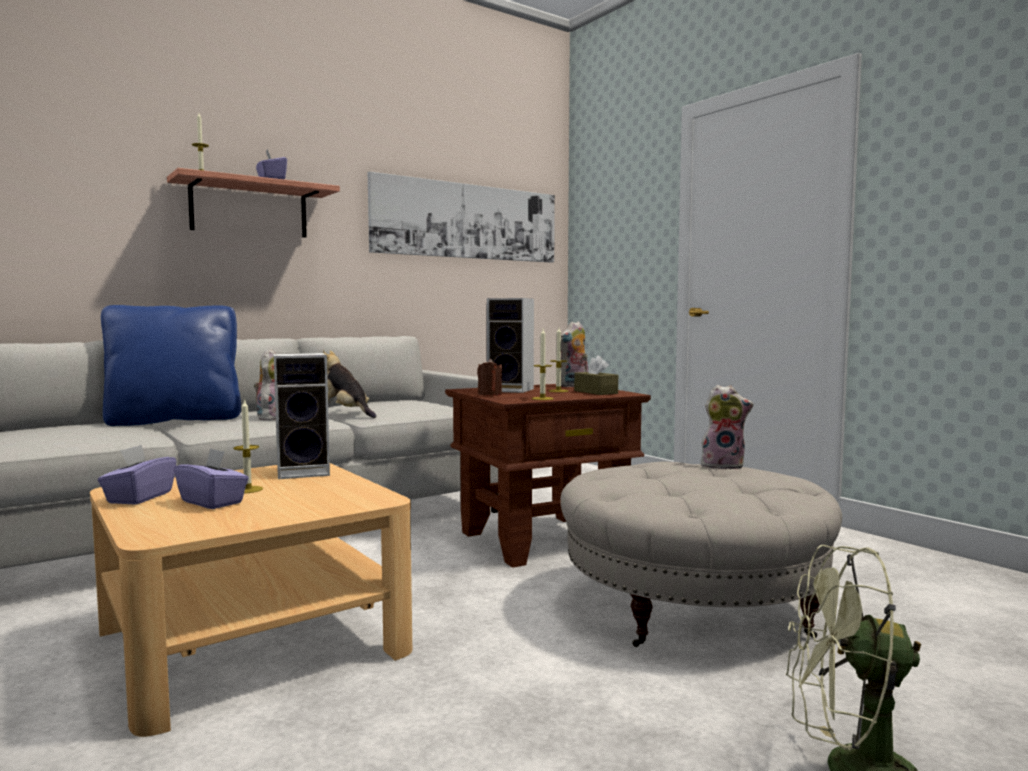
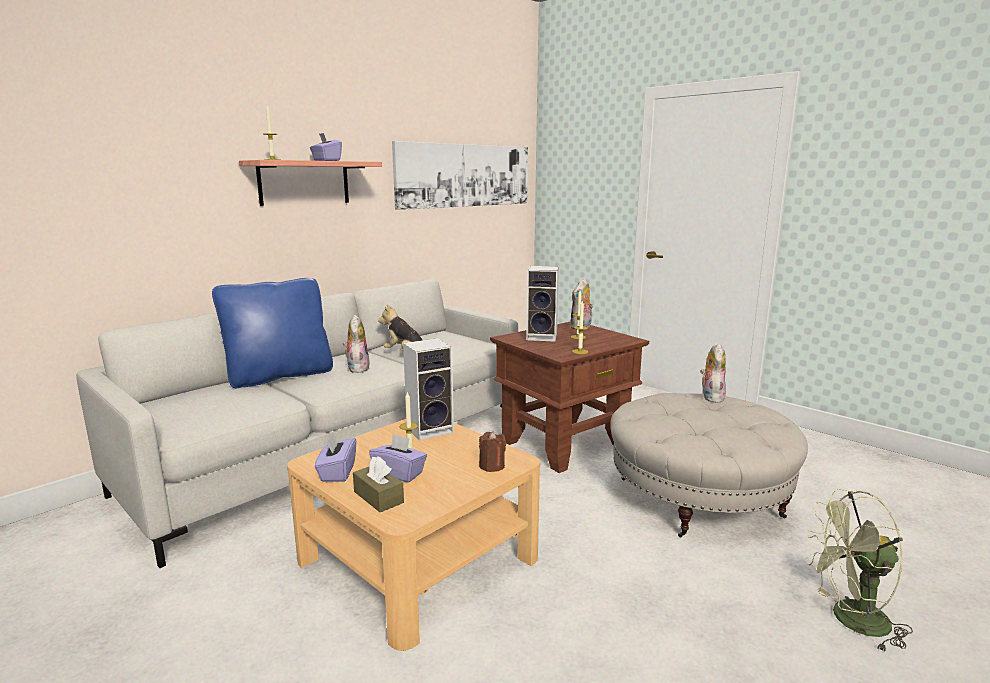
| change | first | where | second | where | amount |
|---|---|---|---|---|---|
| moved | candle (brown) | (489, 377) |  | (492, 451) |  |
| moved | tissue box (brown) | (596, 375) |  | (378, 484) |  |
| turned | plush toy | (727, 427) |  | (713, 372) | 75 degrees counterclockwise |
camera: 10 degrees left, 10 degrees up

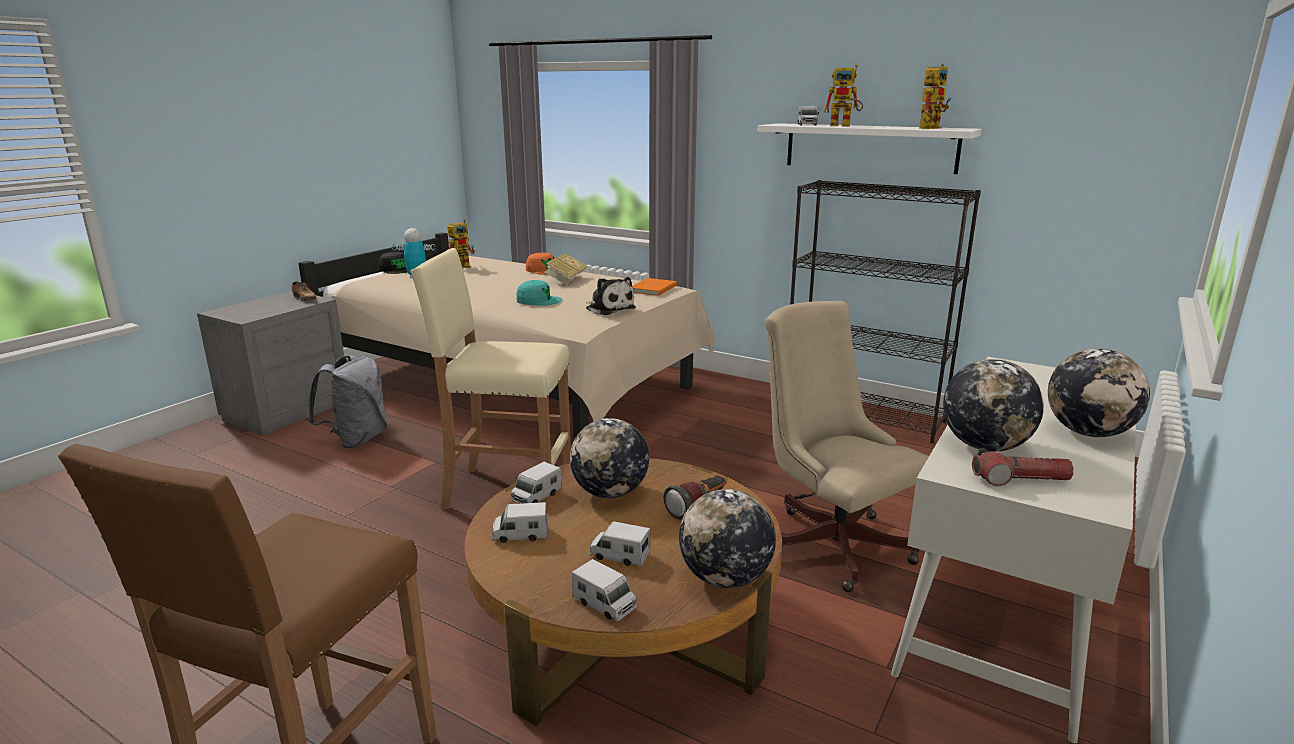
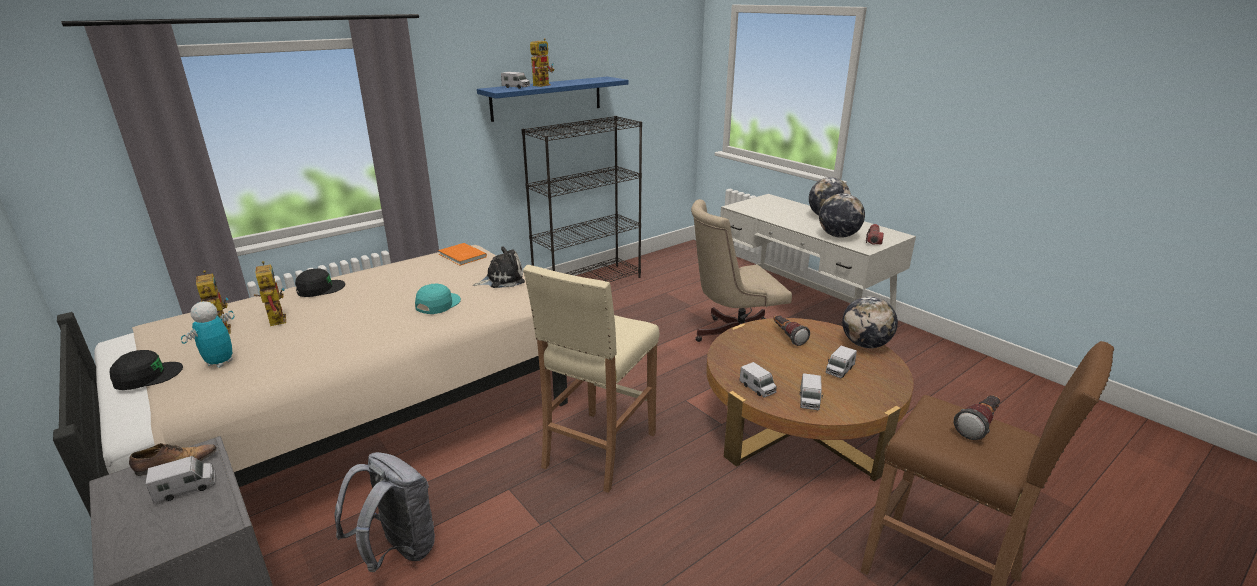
| change | first | where | second | where | amount |
|---|---|---|---|---|---|
| removed | book | (566, 269) |  |  |  |
| removed | globe | (609, 458) |  |  |  |
| added |  |  | flashlight | (977, 417) |  |
| moved | toy truck | (604, 590) |  | (180, 480) |  |
| moved | toy robot | (935, 96) |  | (270, 293) |  |
| recoloured | cap (orange) | (540, 263) | cap (black) | (320, 283) |  |
| recoloured | shelf (white) | (870, 148) | shelf (blue) | (553, 99) |  |
camera: 70 degrees left, 5 degrees up

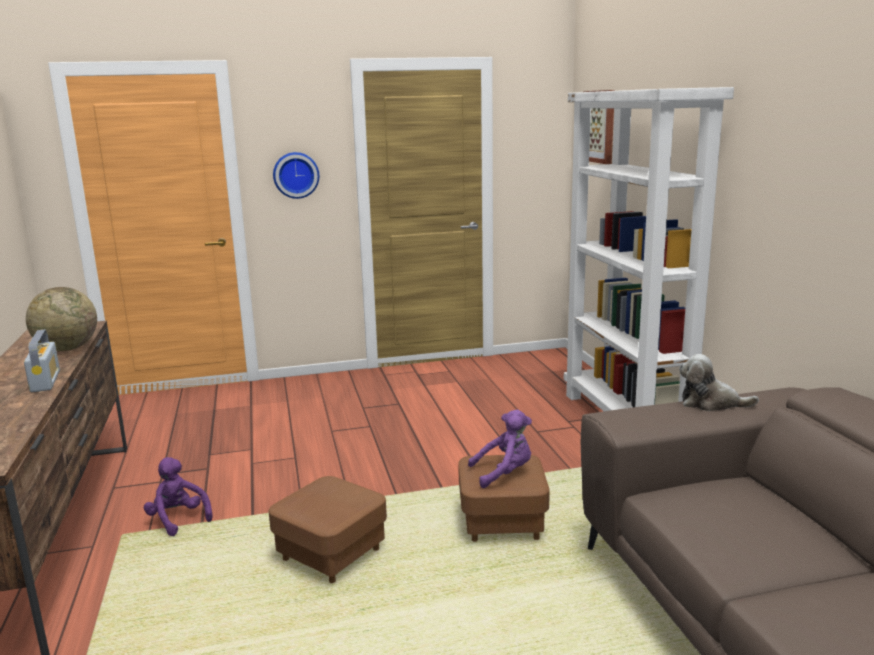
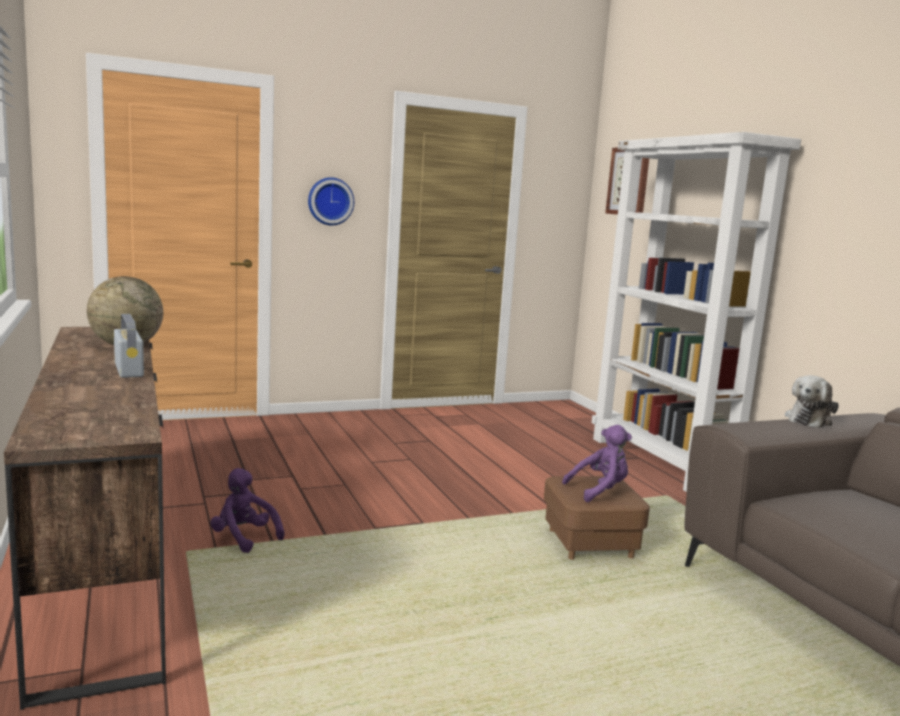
| change | first | where | second | where | amount |
|---|---|---|---|---|---|
| removed | ottoman (brown) | (328, 529) |  |  |  |
| turned | plush toy | (719, 382) |  | (812, 401) | 60 degrees counterclockwise |
camera: 10 degrees left, 5 degrees down

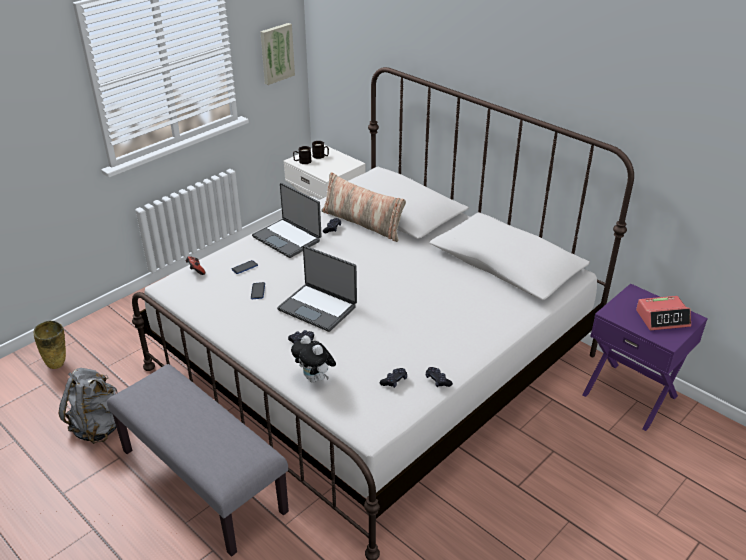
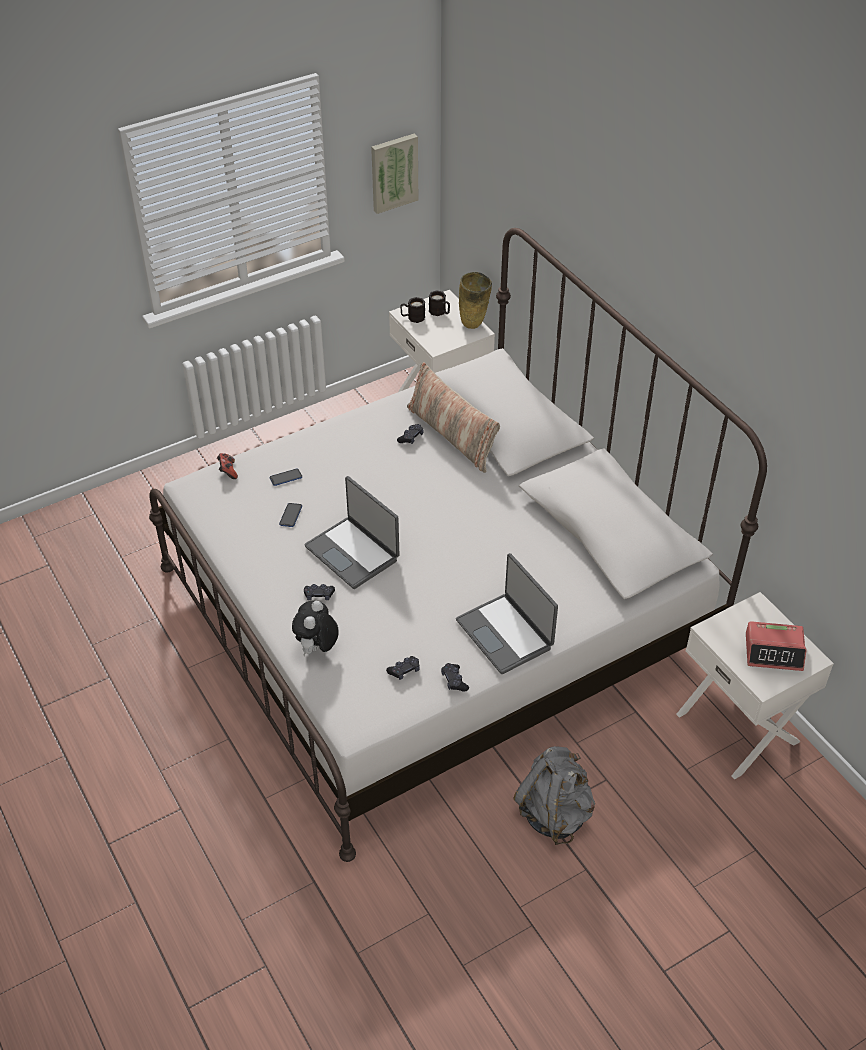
| change | first | where | second | where | amount |
|---|---|---|---|---|---|
| removed | bench (grey) | (198, 460) |  |  |  |
| moved | vase (beige) | (50, 345) |  | (475, 300) |  |
| moved | backpack (grey) | (88, 406) |  | (554, 795) |  |
| moved | laptop | (287, 220) |  | (507, 613) |  |
| recoloured | nightstand (purple) | (645, 357) | nightstand (white) | (755, 686) |  |
| turned | plush toy | (313, 359) |  | (315, 629) | 45 degrees clockwise |
camera: 15 degrees right, 10 degrees up

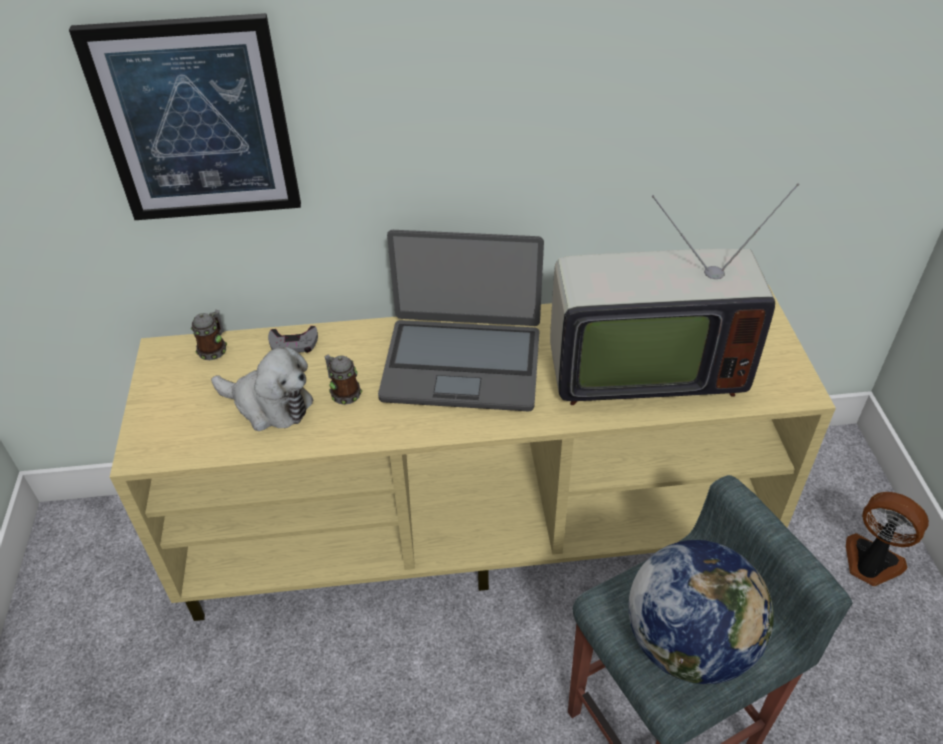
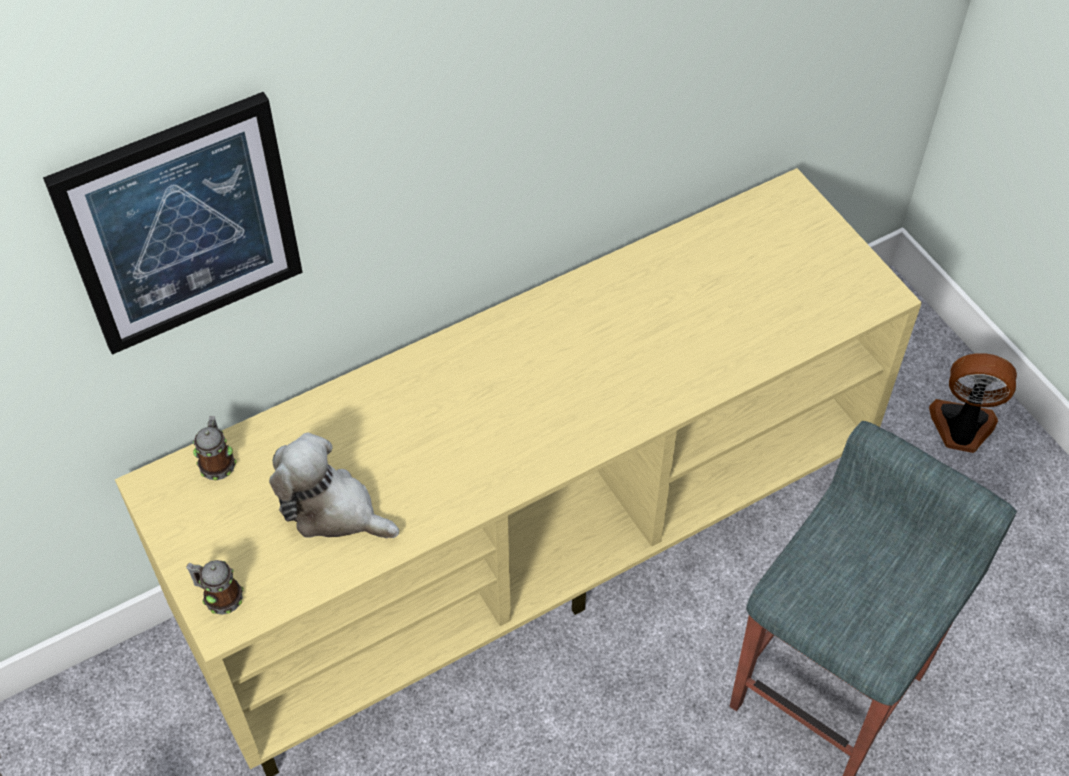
| change | first | where | second | where | amount |
|---|---|---|---|---|---|
| removed | game controller (grey) | (293, 339) |  |  |  |
| removed | laptop | (461, 320) |  |  |  |
| removed | television | (674, 294) |  |  |  |
| removed | globe | (701, 612) |  |  |  |
| moved | mug | (343, 380) |  | (215, 587) |  |
| turned | plush toy | (262, 389) |  | (334, 485) | 150 degrees counterclockwise |
camera: 25 degrees left, 10 degrees up

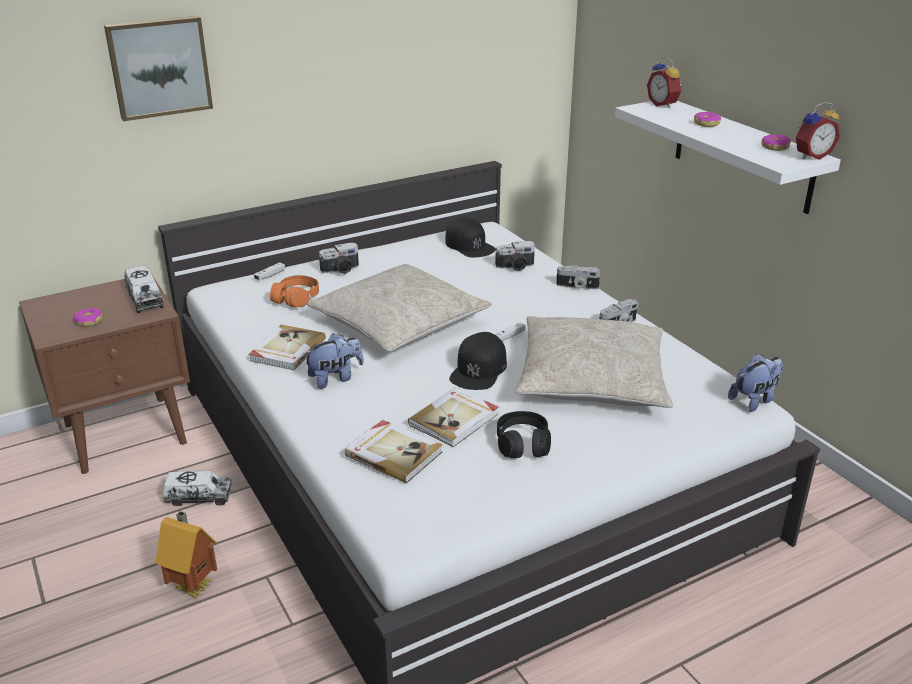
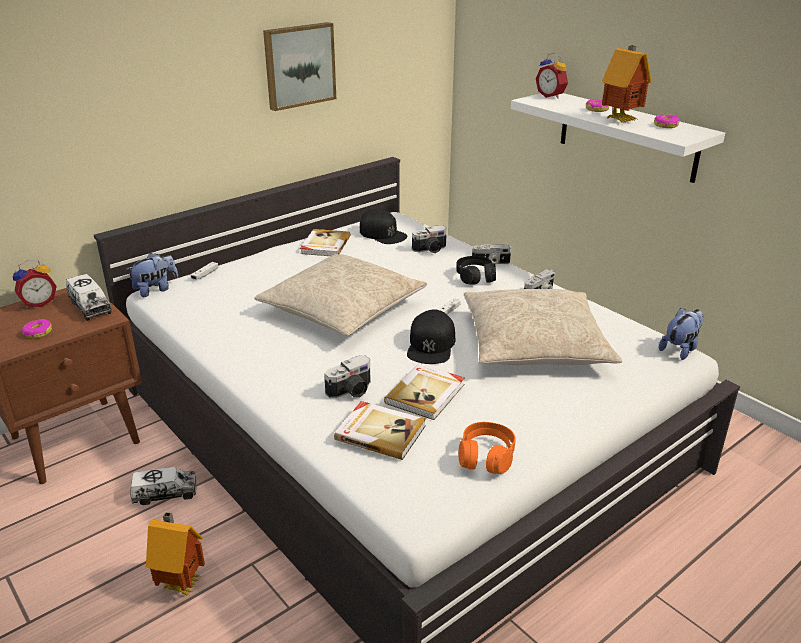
| change | first | where | second | where | amount |
|---|---|---|---|---|---|
| added |  |  | toy house | (627, 84) |  |
| moved | picture | (158, 68) |  | (299, 66) |  |
| moved | book | (287, 347) |  | (325, 242) |  |
| moved | headphones (orange) | (294, 291) |  | (487, 448) |  |
| moved | plush toy | (333, 361) |  | (152, 275) |  |
| moved | photo camera | (339, 258) |  | (347, 376) |  |
| moved | headphones (black) | (524, 434) |  | (476, 270) |  |
| moved | alarm clock | (818, 131) |  | (35, 284) |  |
camera: 10 degrees left, 0 degrees up

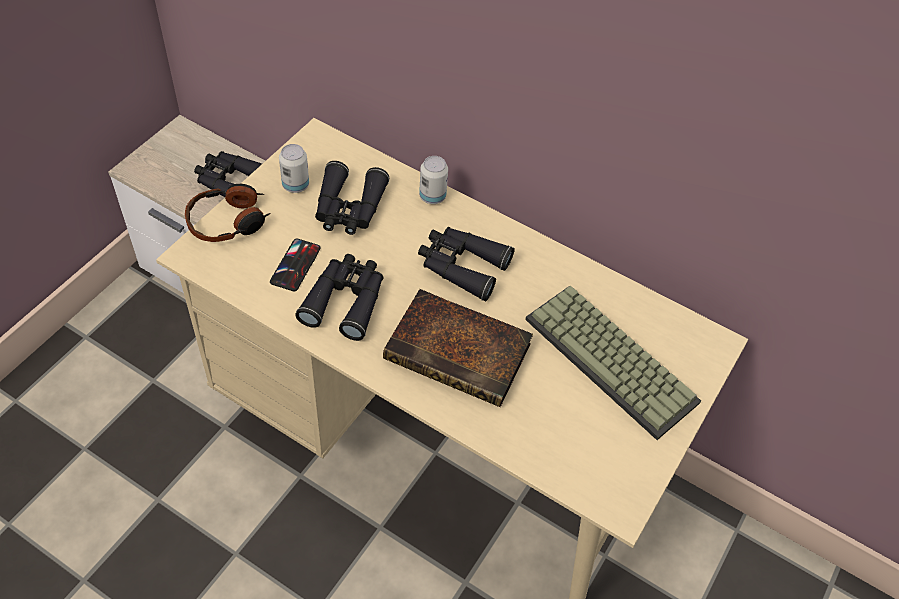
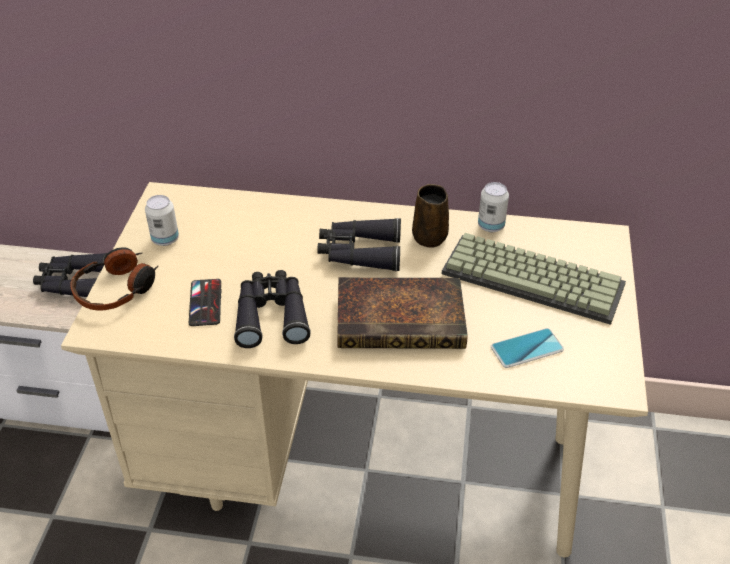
| change | first | where | second | where | amount |
|---|---|---|---|---|---|
| removed | binoculars (black) | (352, 198) |  |  |  |
| added |  |  | mug (brown) | (430, 216) |  |
| added |  |  | phone | (527, 348) |  |
| moved | can | (433, 180) |  | (493, 207) |  |
camera: 20 degrees left, 10 degrees down

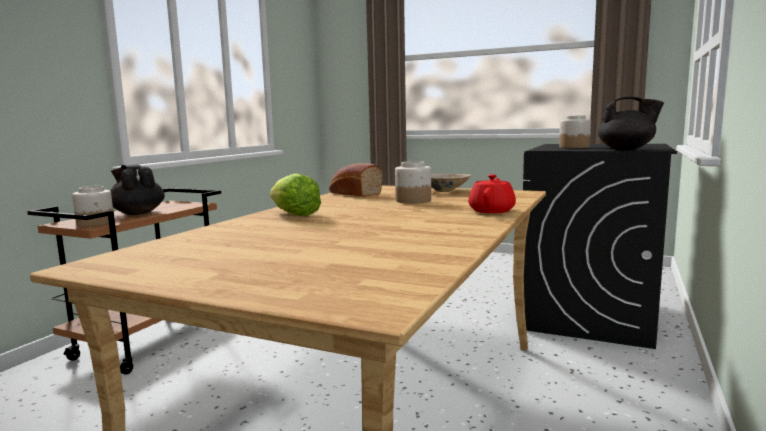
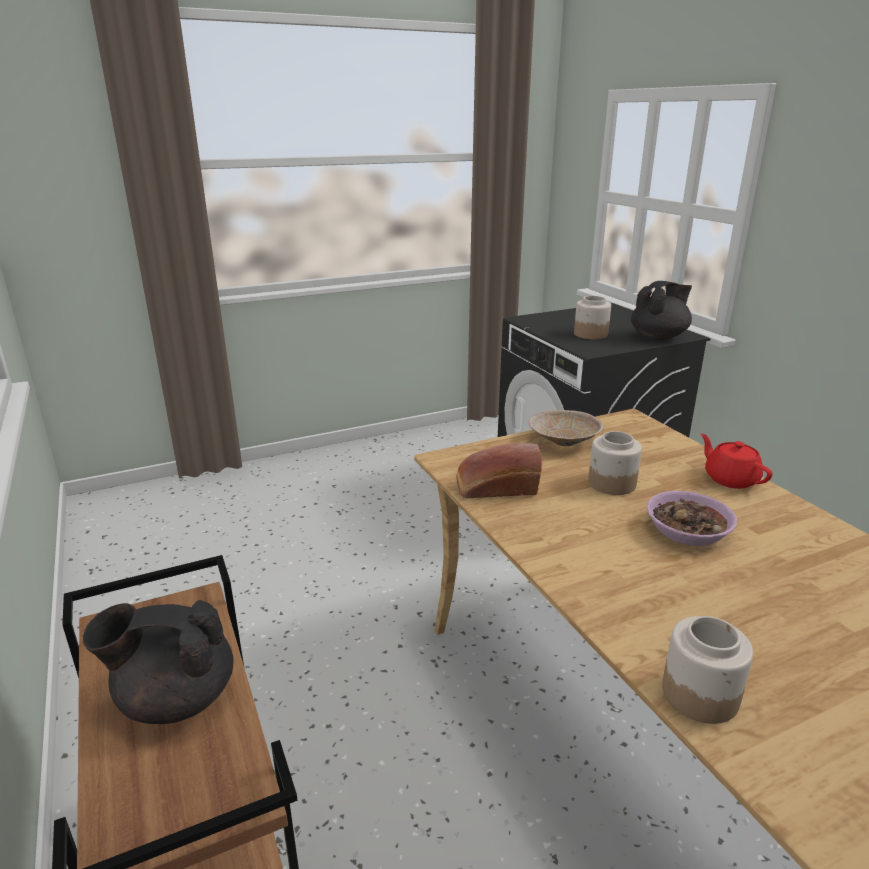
| change | first | where | second | where | amount |
|---|---|---|---|---|---|
| removed | lettuce | (295, 194) |  |  |  |
| added |  |  | bowl | (692, 518) |  |
| moved | jar | (92, 206) |  | (707, 670) |  |
camera: 50 degrees left, 15 degrees up

